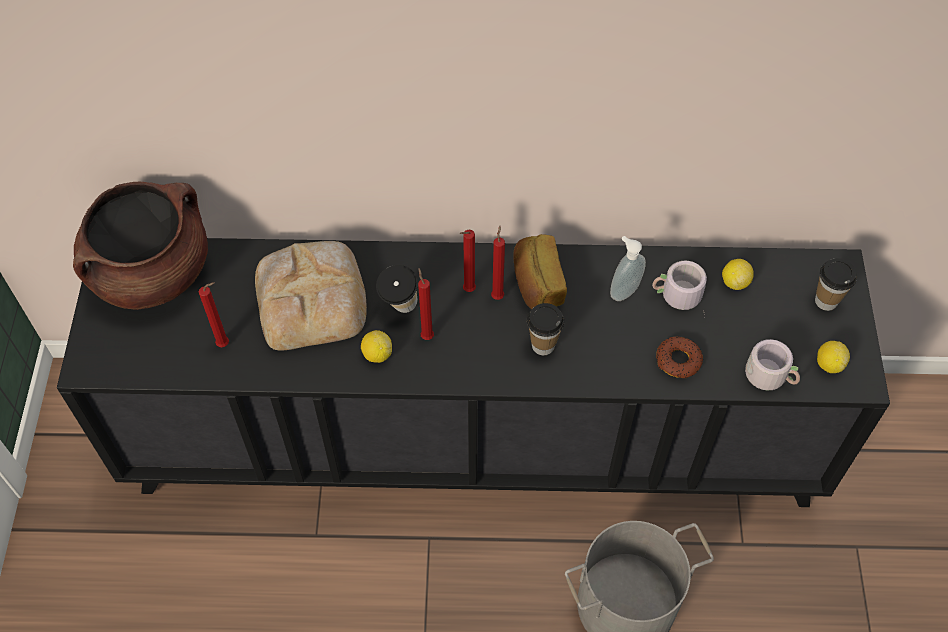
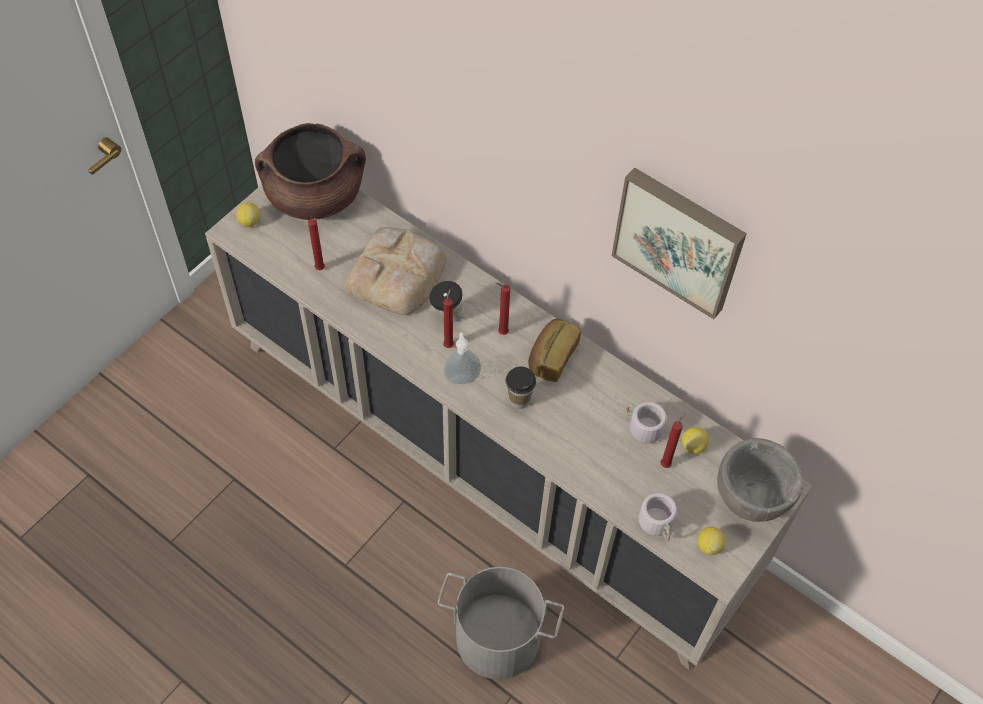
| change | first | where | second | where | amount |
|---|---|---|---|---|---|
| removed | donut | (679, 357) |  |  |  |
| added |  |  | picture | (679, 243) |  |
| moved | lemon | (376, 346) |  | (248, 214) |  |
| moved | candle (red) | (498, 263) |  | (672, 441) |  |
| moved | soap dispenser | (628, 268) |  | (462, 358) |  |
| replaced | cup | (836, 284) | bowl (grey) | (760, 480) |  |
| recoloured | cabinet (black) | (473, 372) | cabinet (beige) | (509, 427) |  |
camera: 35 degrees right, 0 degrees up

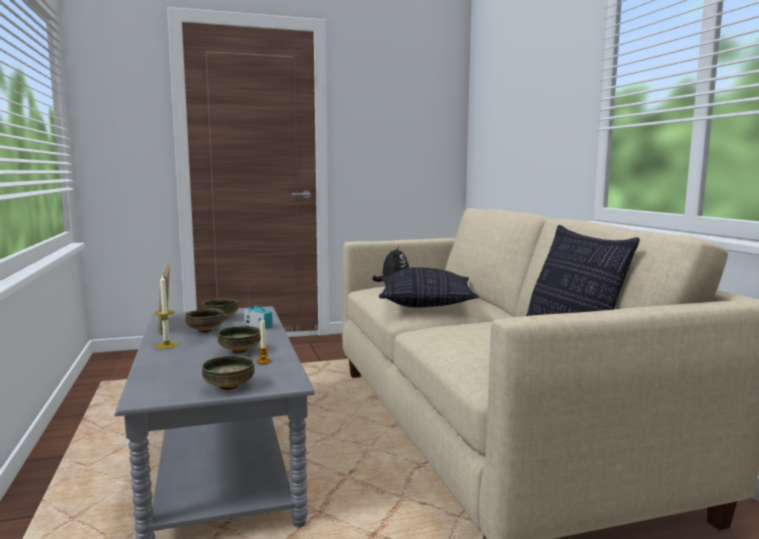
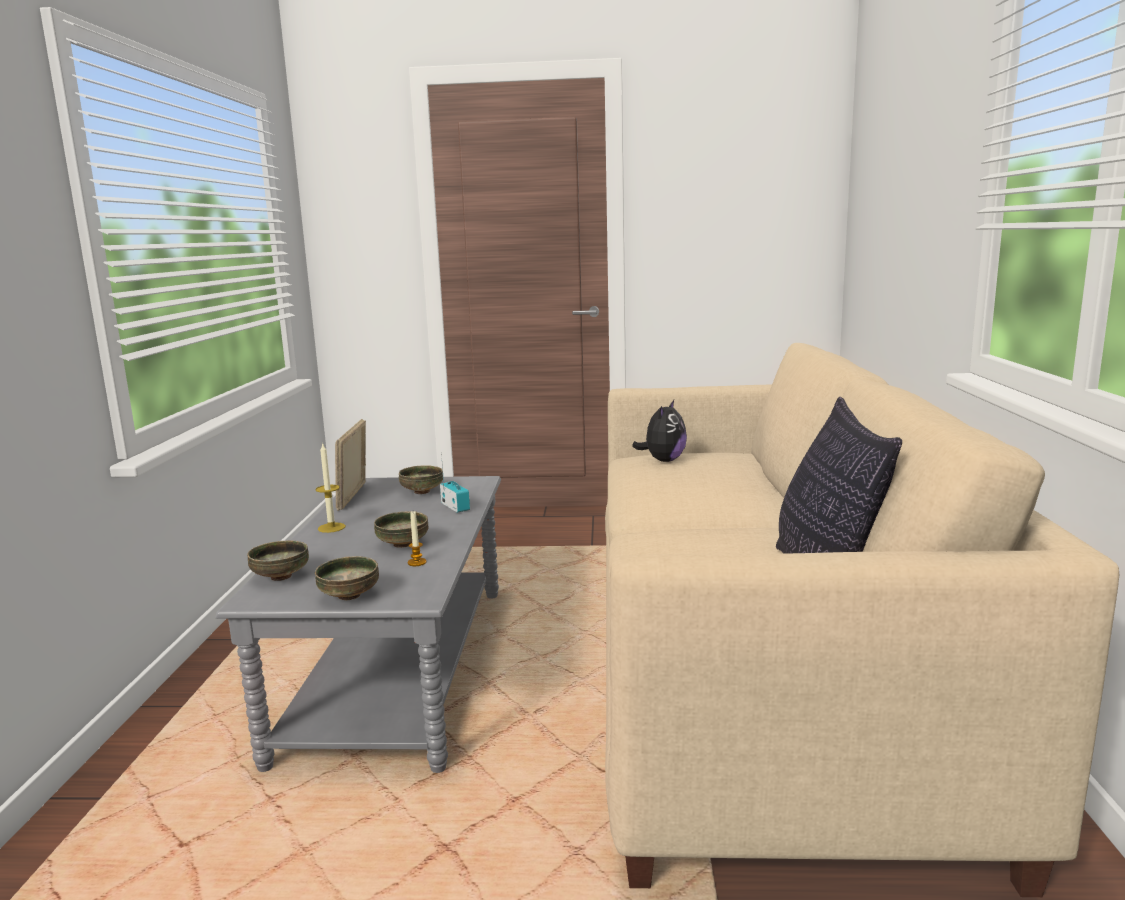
| change | first | where | second | where | amount |
|---|---|---|---|---|---|
| removed | pillow | (429, 287) |  |  |  |
| moved | bowl | (205, 321) |  | (278, 560) |  |
camera: 20 degrees right, 5 degrees up

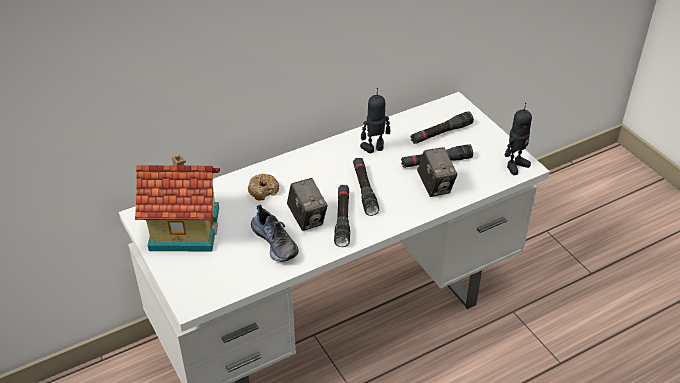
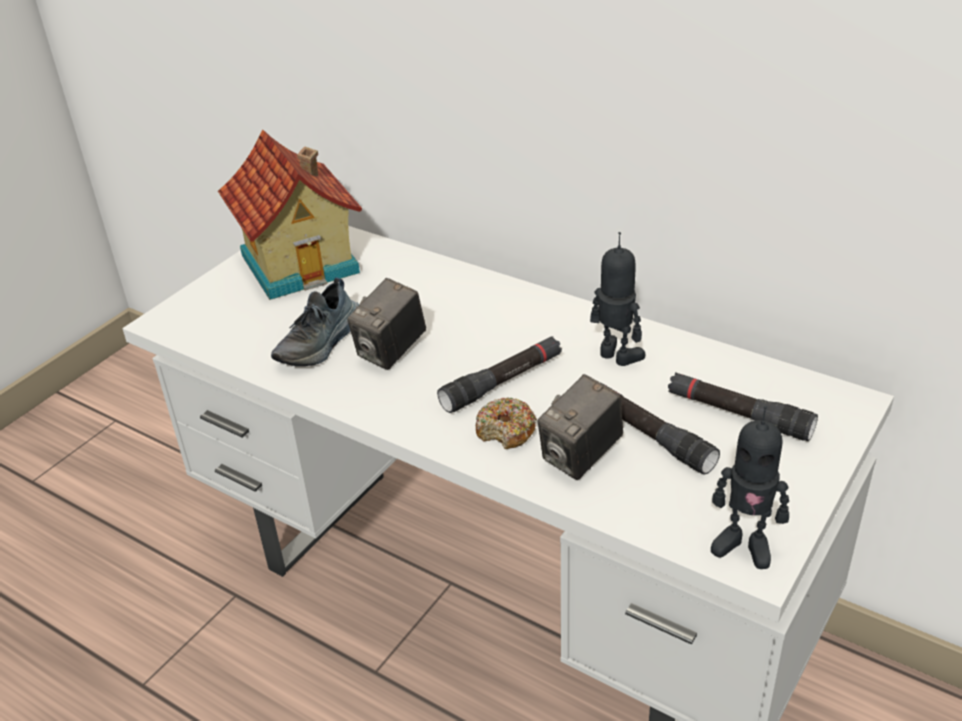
| change | first | where | second | where | amount |
|---|---|---|---|---|---|
| removed | flashlight (black) | (342, 216) |  |  |  |
| moved | donut | (263, 187) |  | (506, 423) |  |
camera: 65 degrees right, 5 degrees down

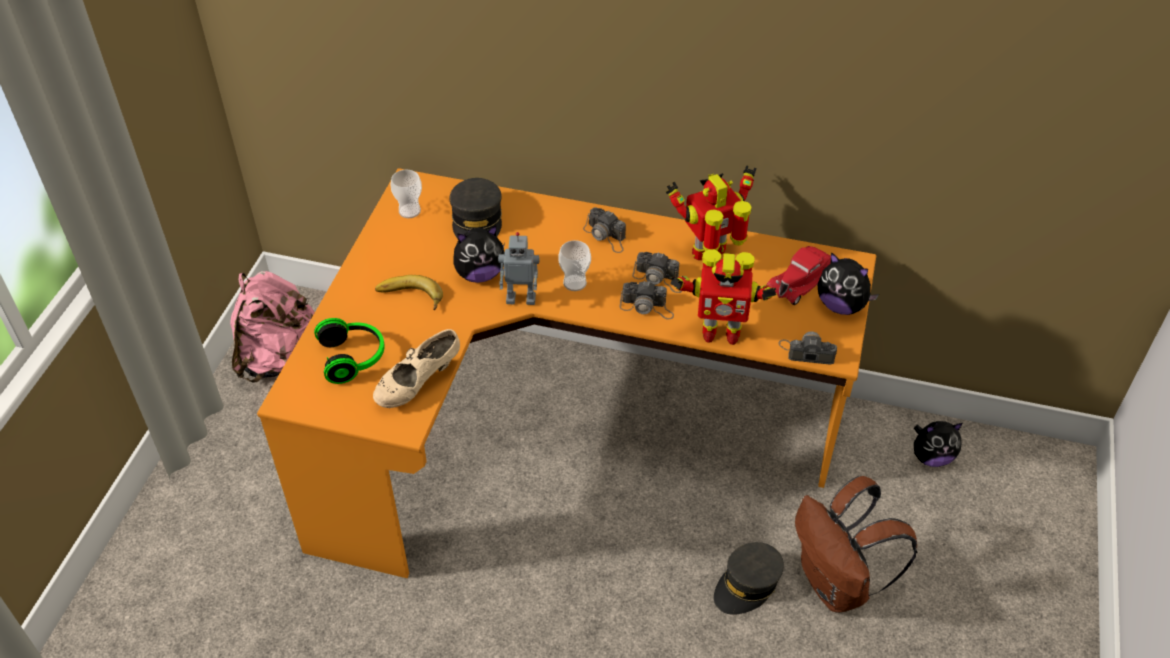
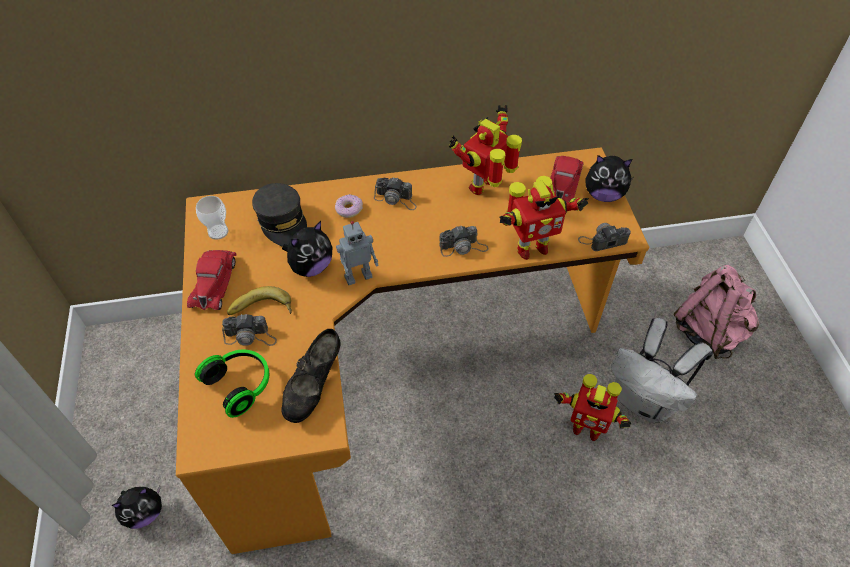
| change | first | where | second | where | amount |
|---|---|---|---|---|---|
| removed | cup | (574, 265) |  |  |  |
| added |  |  | toy car (red) | (212, 280) |  |
| added |  |  | donut | (349, 206) |  |
| moved | backpack (pink) | (272, 327) |  | (716, 312) |  |
| moved | photo camera | (657, 272) |  | (249, 330) |  |
| moved | plush toy | (938, 444) |  | (137, 507) |  |
| replaced | cap (grey) | (749, 578) | toy robot | (592, 407) |  |
| recoloured | shoe (beige) | (416, 368) | shoe (black) | (311, 376) |  |
| recoloured | backpack (brown) | (856, 544) | backpack (white) | (662, 370) |  |
camera: 25 degrees left, 5 degrees up

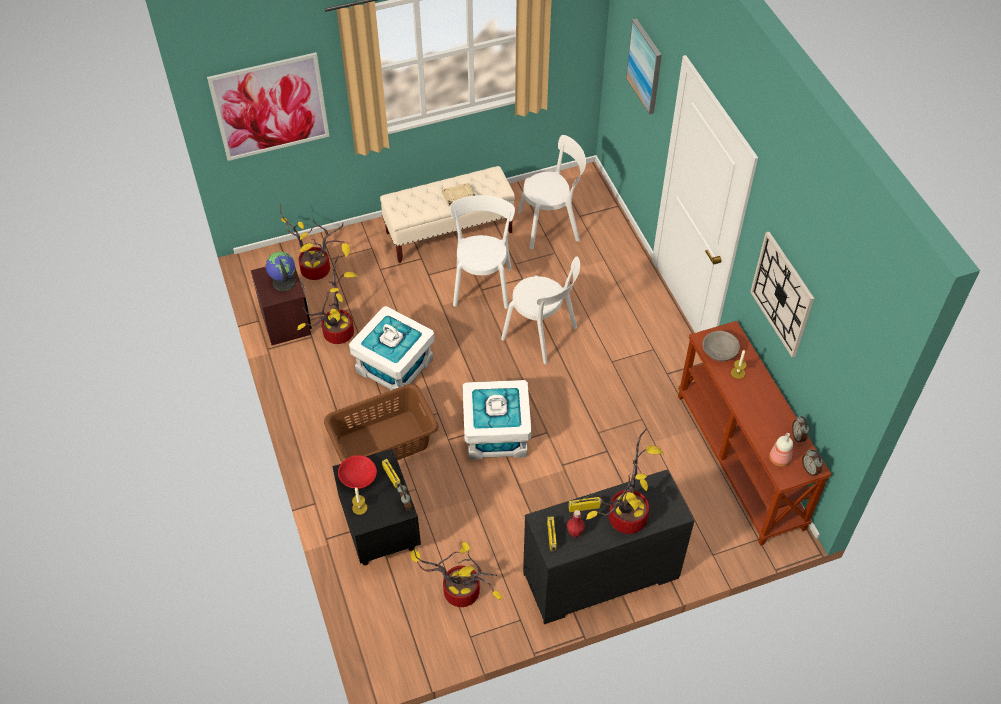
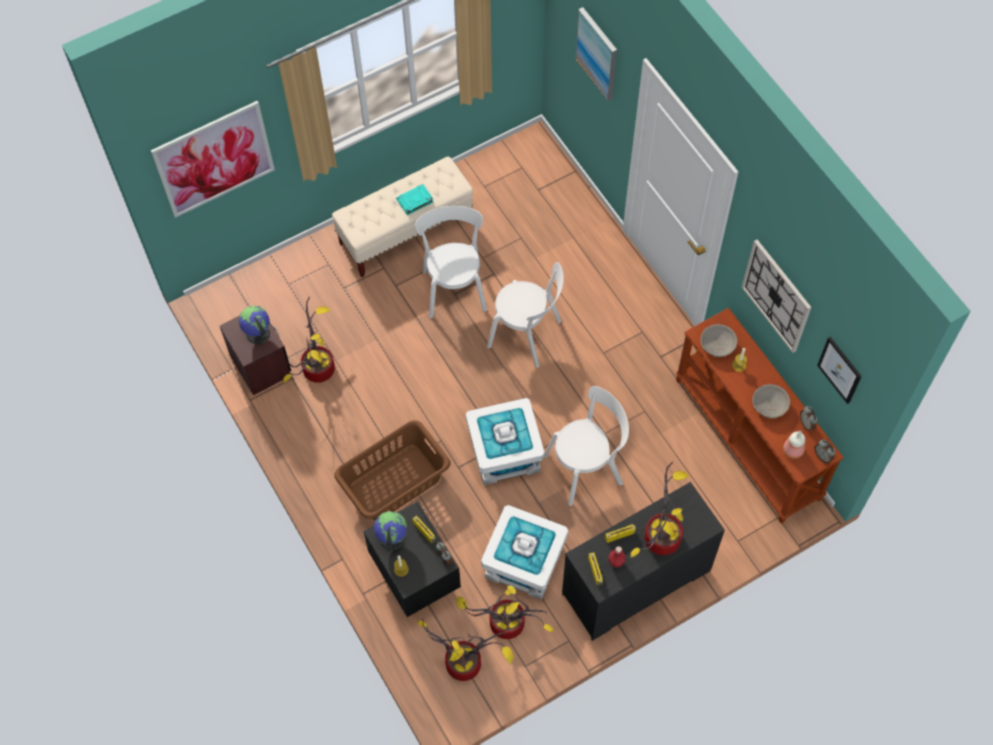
| change | first | where | second | where | amount |
|---|---|---|---|---|---|
| added |  |  | bowl (grey) | (771, 401) |  |
| added |  |  | picture | (839, 370) |  |
| moved | potted plant | (315, 242) |  | (465, 650) |  |
| moved | storage box (white) | (391, 348) |  | (524, 552) |  |
| moved | chair (white) | (552, 192) |  | (586, 446) |  |
| replaced | bowl (red) | (357, 472) | globe | (390, 530) |  |
| recoloured | book (beige) | (458, 194) | book (turquoise) | (415, 199) |  |
camera: 10 degrees left, 10 degrees up

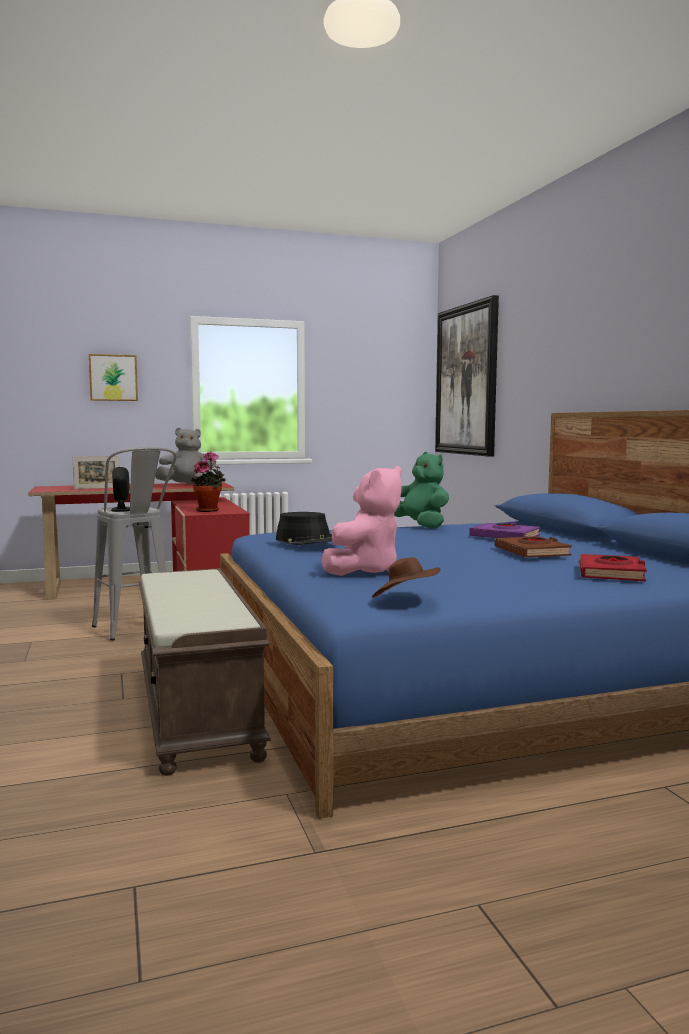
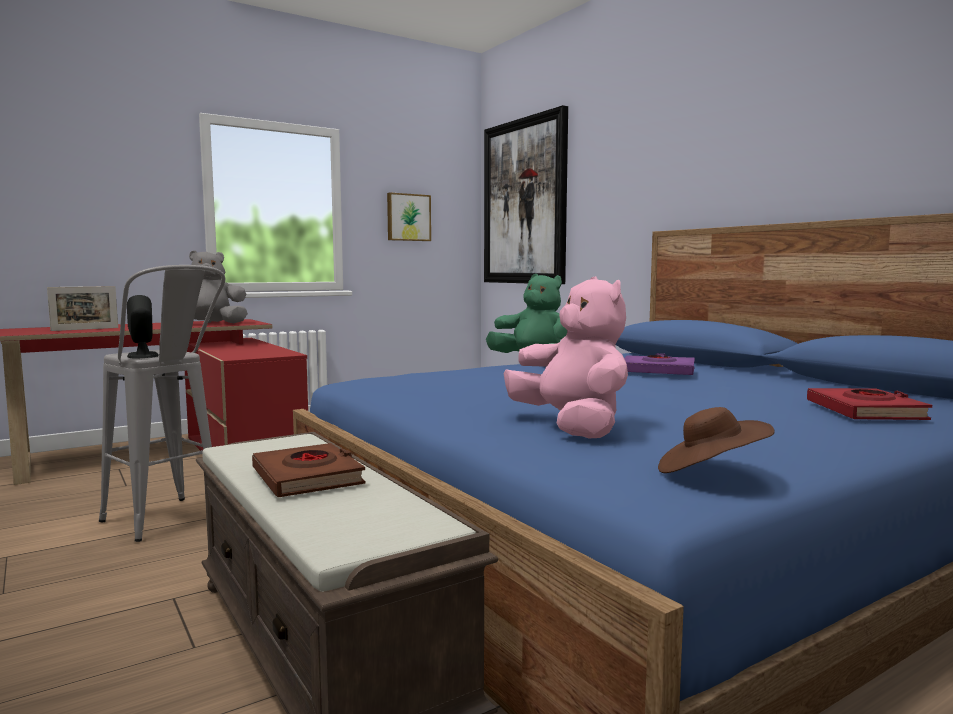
| change | first | where | second | where | amount |
|---|---|---|---|---|---|
| removed | potted plant | (208, 481) |  |  |  |
| removed | hat (black) | (304, 528) |  |  |  |
| moved | picture | (113, 377) |  | (409, 216) |  |
| moved | book (brown) | (533, 547) |  | (308, 470) |  |
| turned | plush toy (pink) | (362, 521) |  | (565, 357) | 45 degrees counterclockwise |
camera: 15 degrees left, 0 degrees up

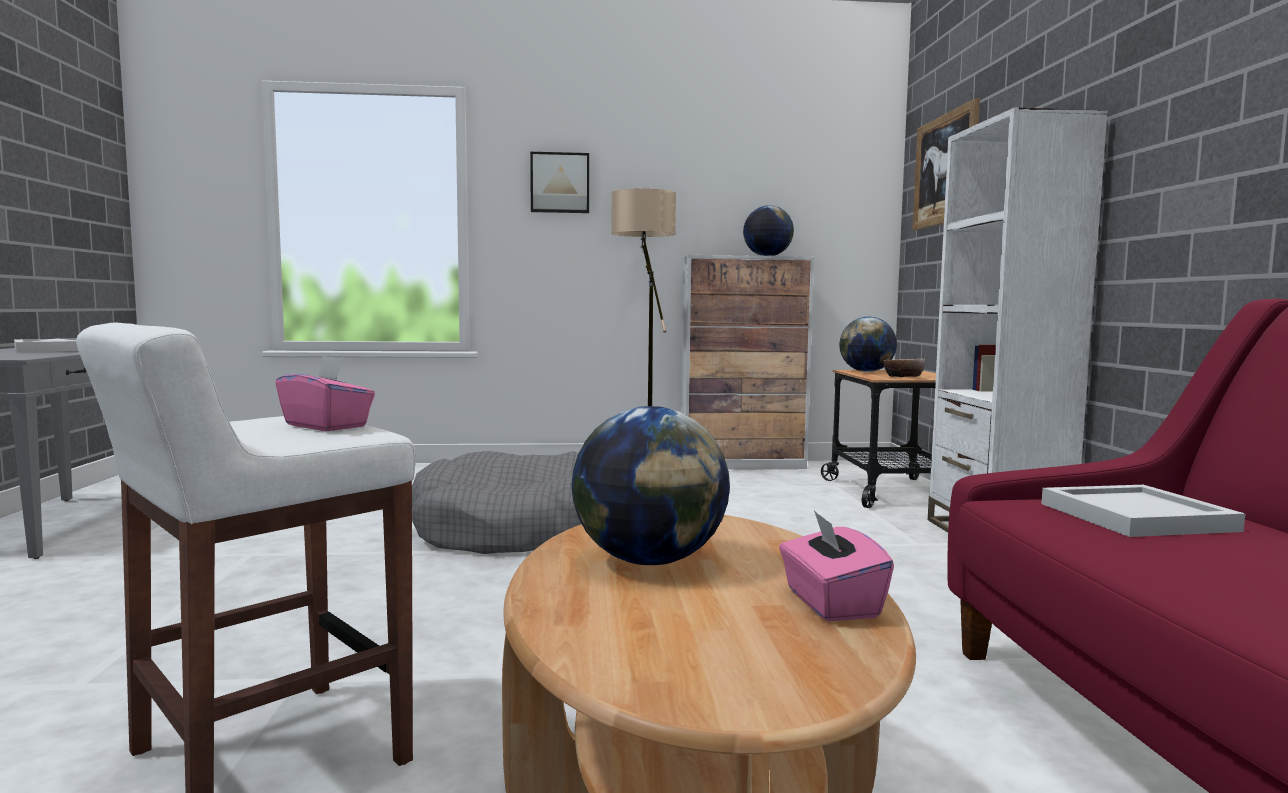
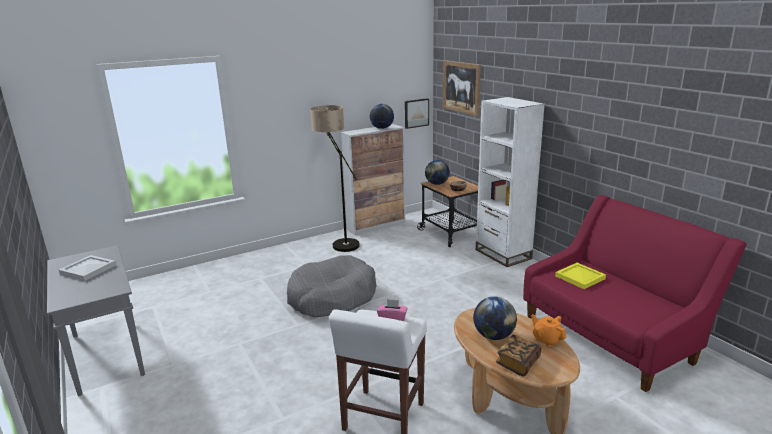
| change | first | where | second | where | amount |
|---|---|---|---|---|---|
| added |  |  | book | (518, 356) |  |
| moved | picture | (559, 182) |  | (417, 113) |  |
| replaced | tissue box (pink) | (836, 565) | teapot (orange) | (548, 330) |  |
| recoloured | tray (white) | (1143, 511) | tray (yellow) | (580, 276) |  |
camera: 25 degrees left, 15 degrees up

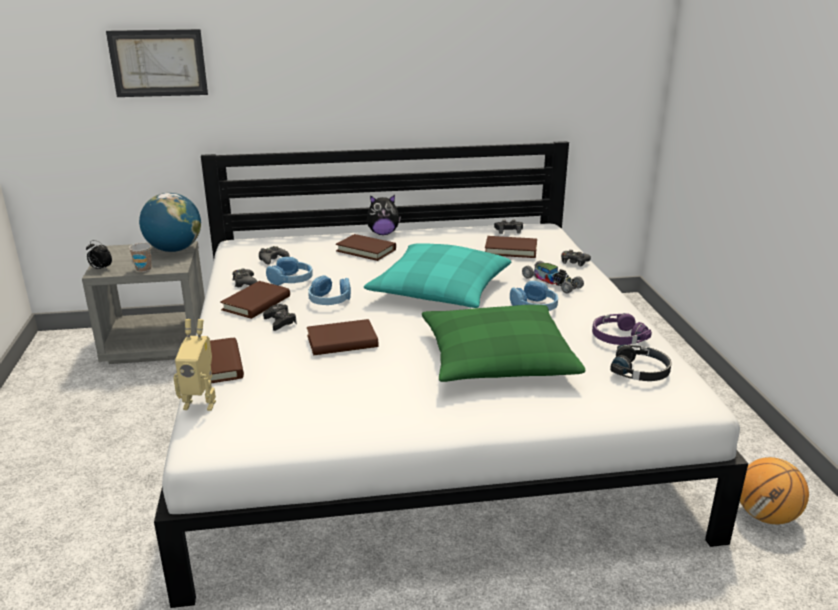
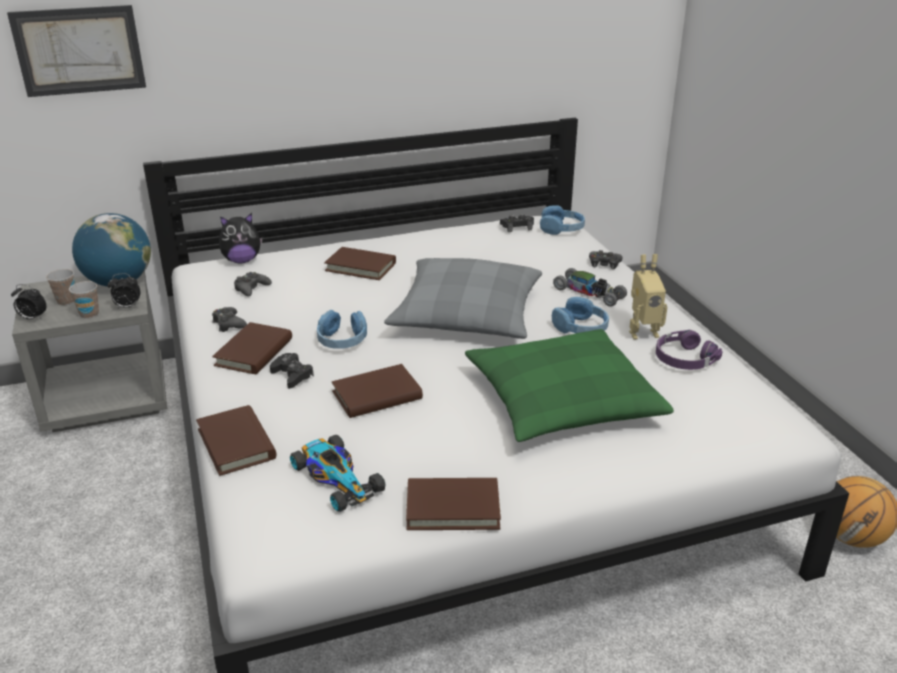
| change | first | where | second | where | amount |
|---|---|---|---|---|---|
| removed | headphones (black) | (640, 362) |  |  |  |
| added |  |  | cup | (60, 287) |  |
| added |  |  | alarm clock | (123, 290) |  |
| added |  |  | toy car | (337, 473) |  |
| moved | toy robot | (194, 365) |  | (648, 297) |  |
| moved | headphones (blue) | (289, 271) |  | (562, 220) |  |
| moved | plush toy | (384, 215) |  | (241, 238) |  |
| moved | book (brown) | (511, 247) |  | (453, 504) |  |
| recoloured | pillow (turquoise) | (437, 275) | pillow (grey) | (463, 298) |  |
camera: 10 degrees left, 5 degrees up

